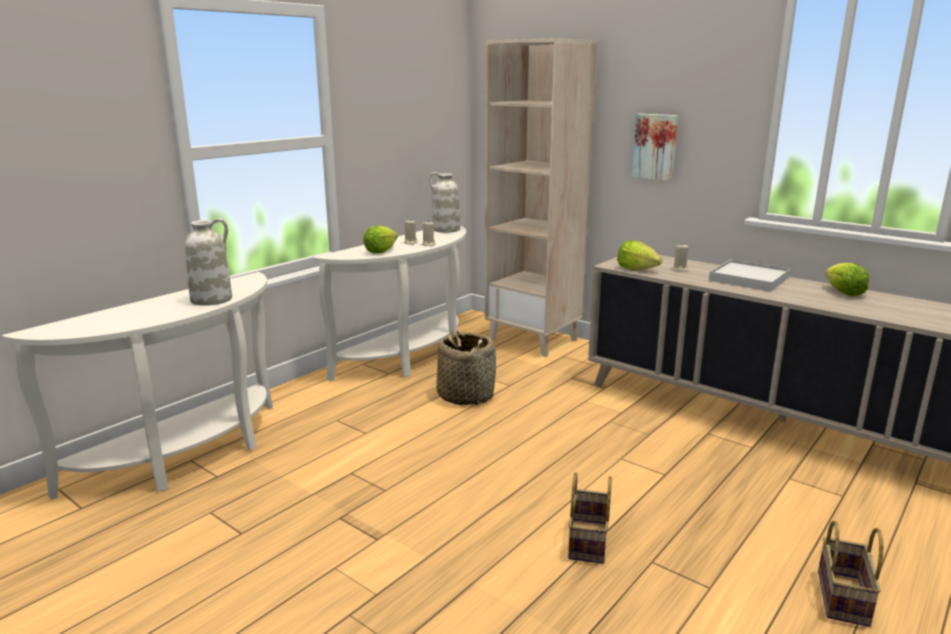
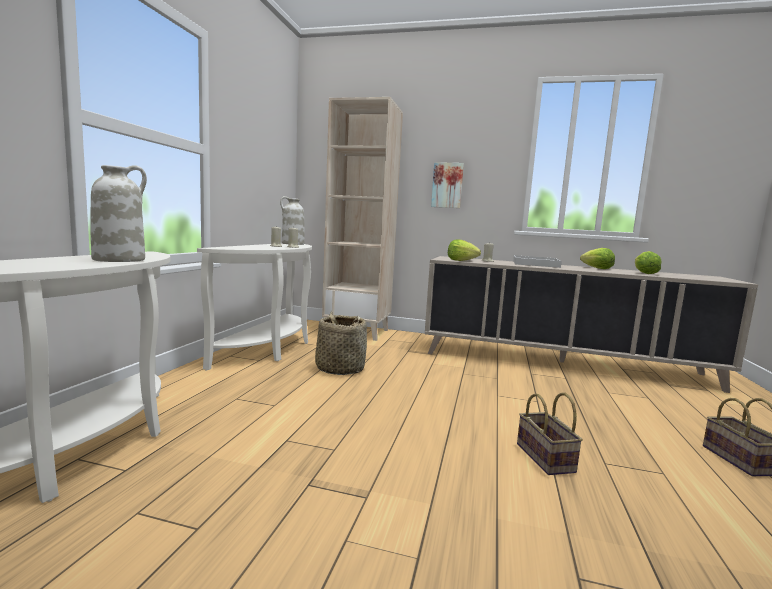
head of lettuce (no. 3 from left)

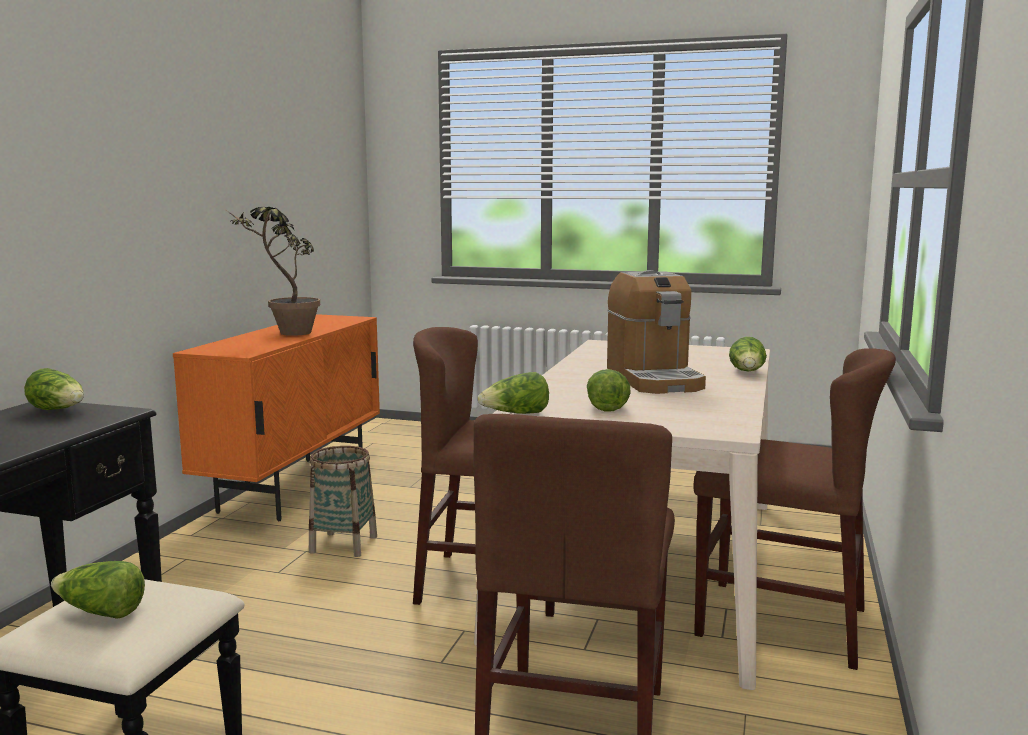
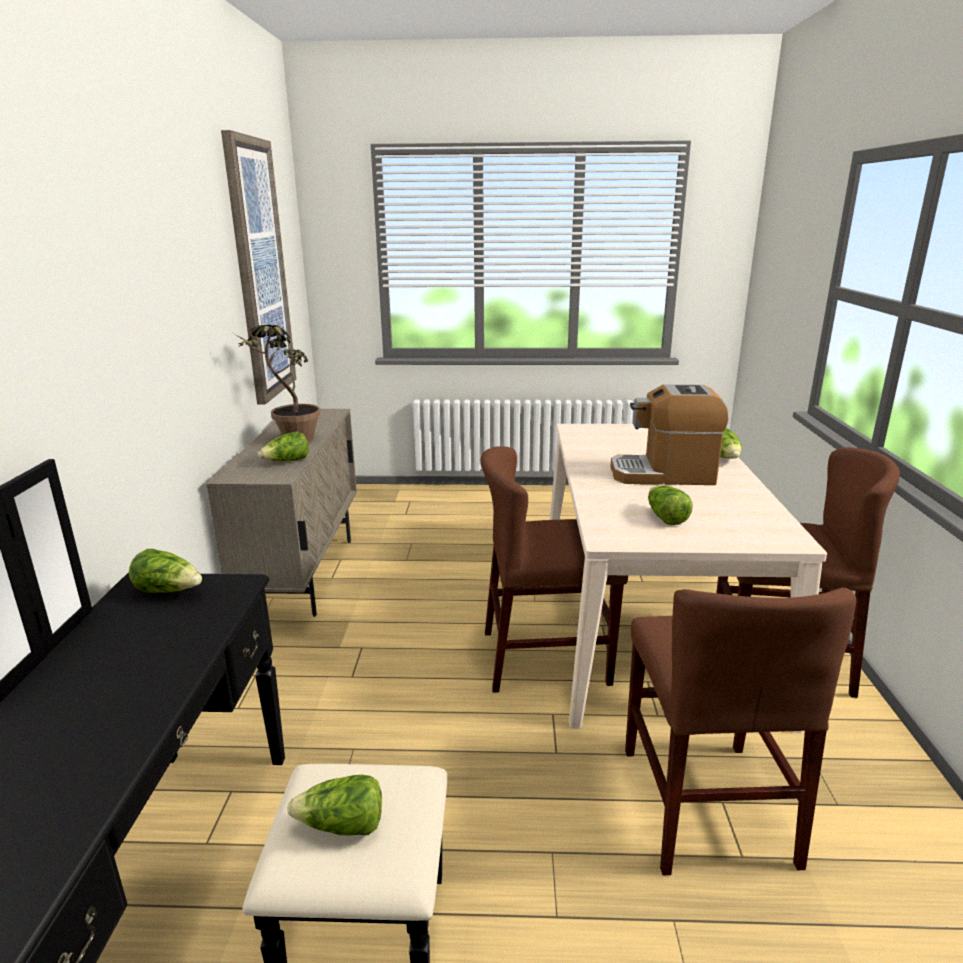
coffee machine; cabinet (sand-coloured); head of lettuce (no. 2 from left); basket; wall art

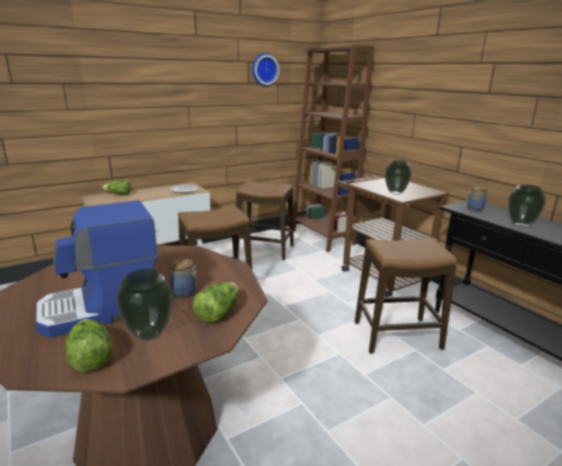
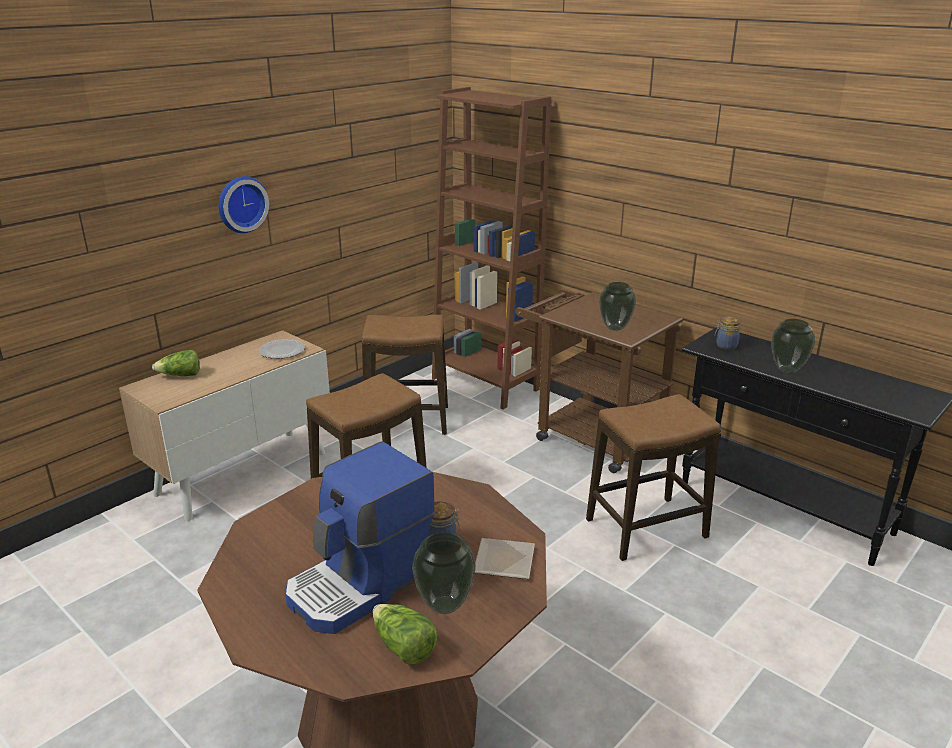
wall clock; dinner plate (no. 2 from left)

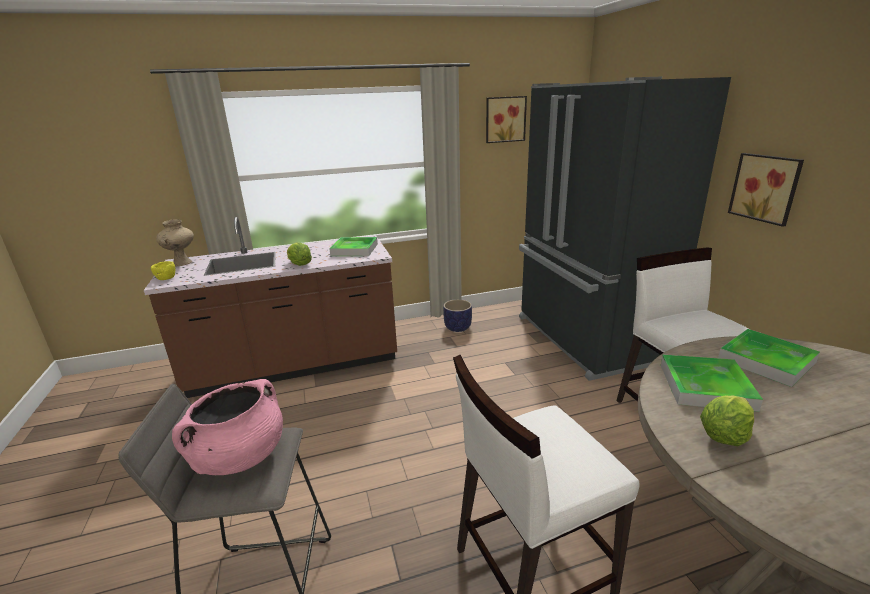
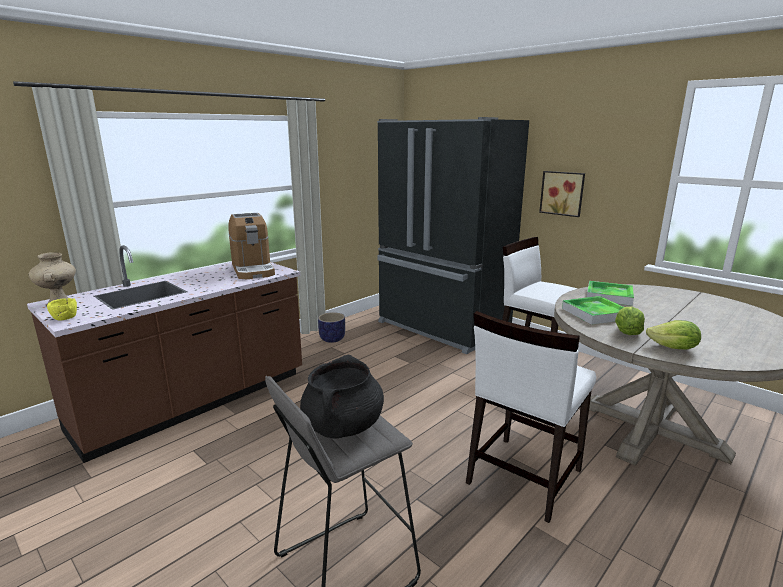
wall art (no. 1 from left in the first image); coffee machine; head of lettuce (no. 2 from left); saucepot (black)

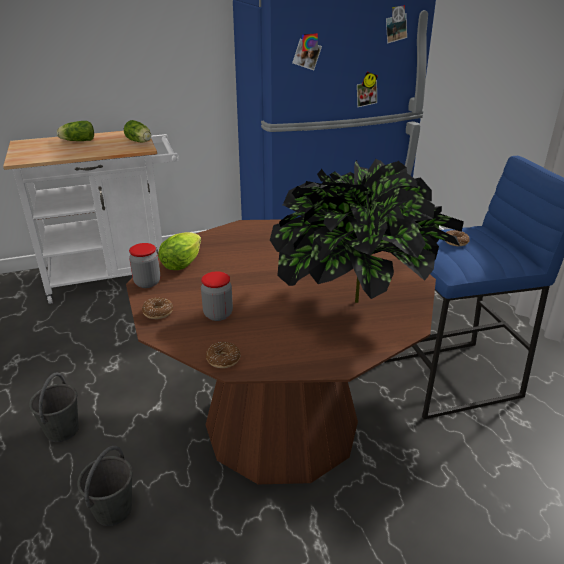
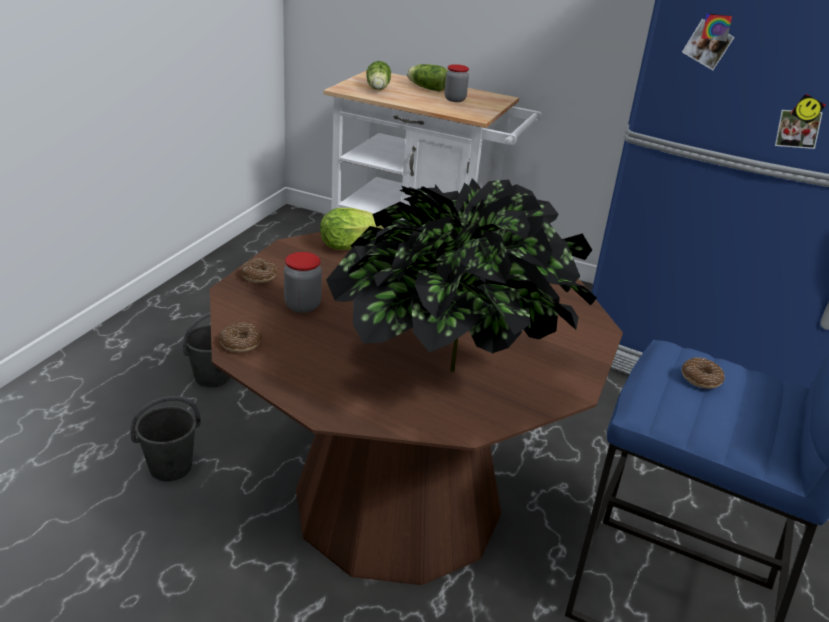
head of lettuce (no. 2 from left); storage jar (no. 2 from left)

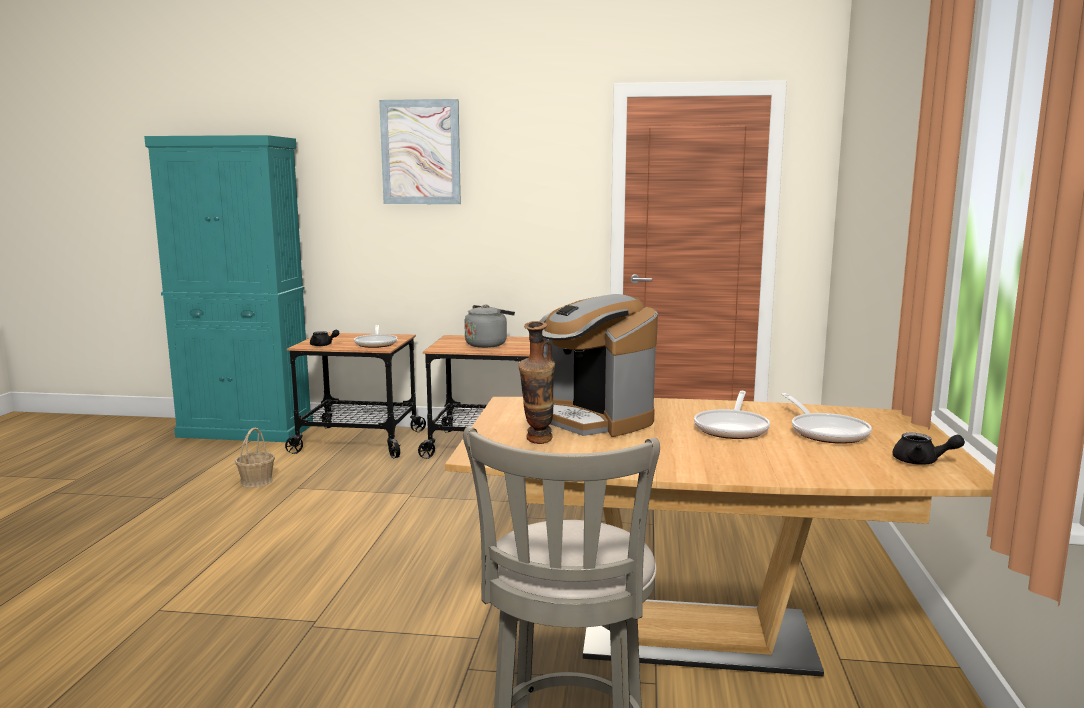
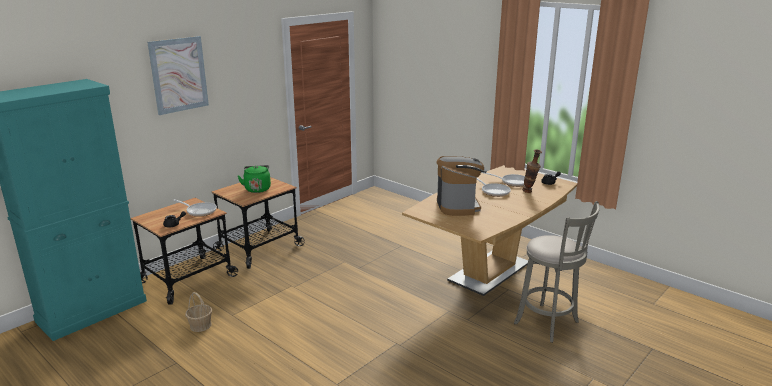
coffee machine; water kettle (green); vase

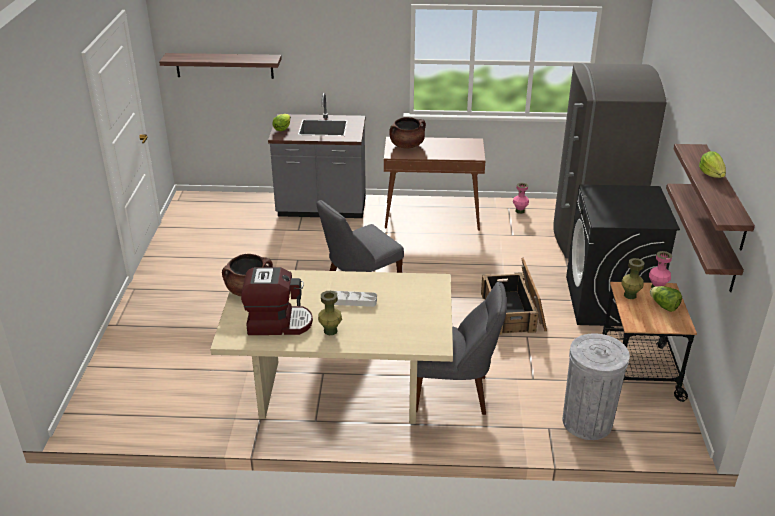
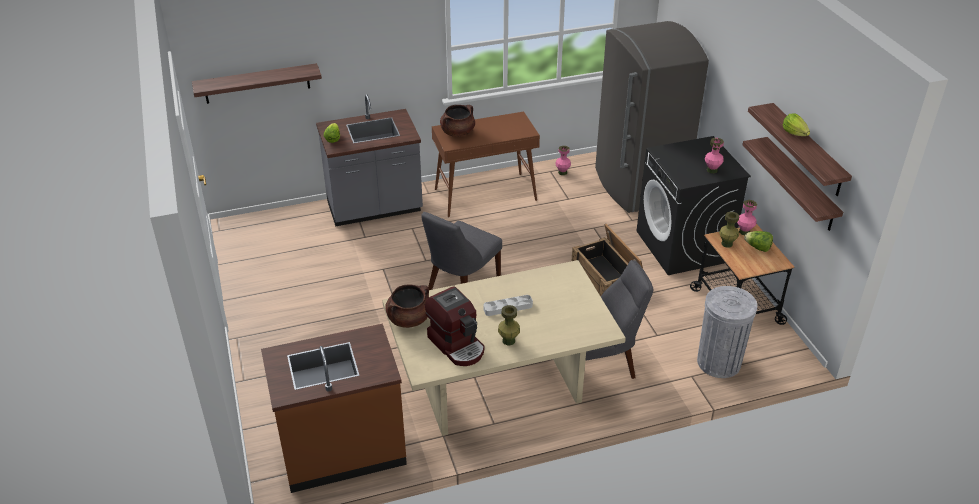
coffee machine; vase (pink-coloured) (no. 2 from left); kitchen counter (brownish)

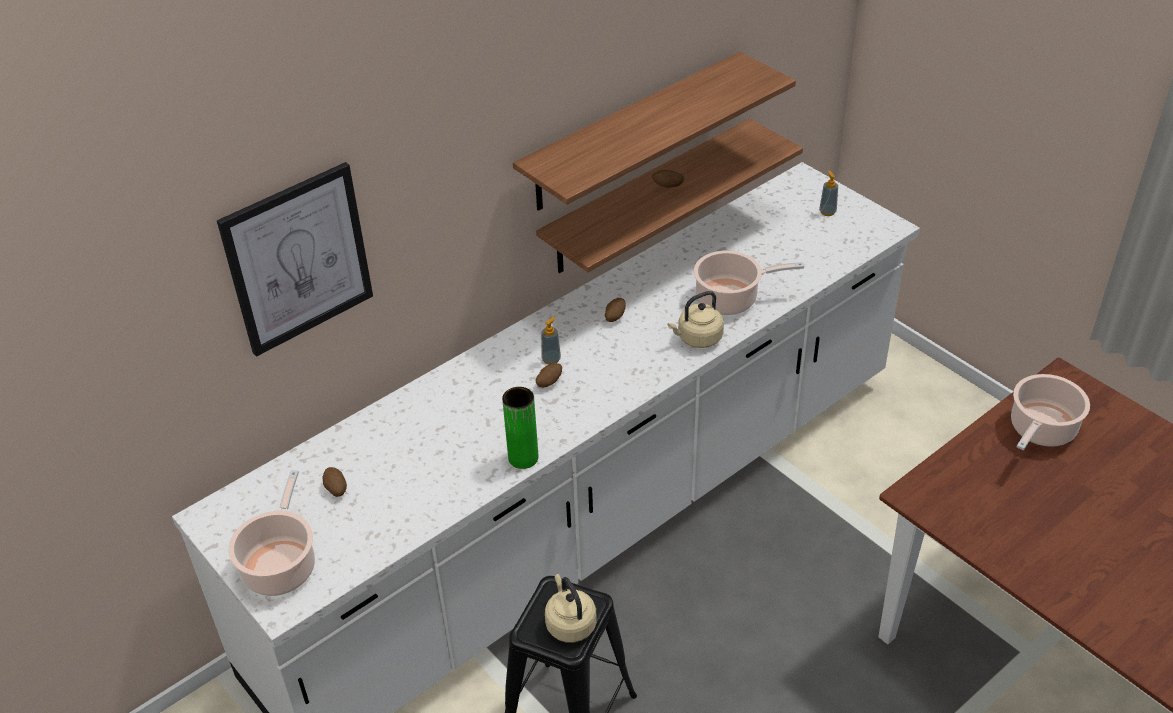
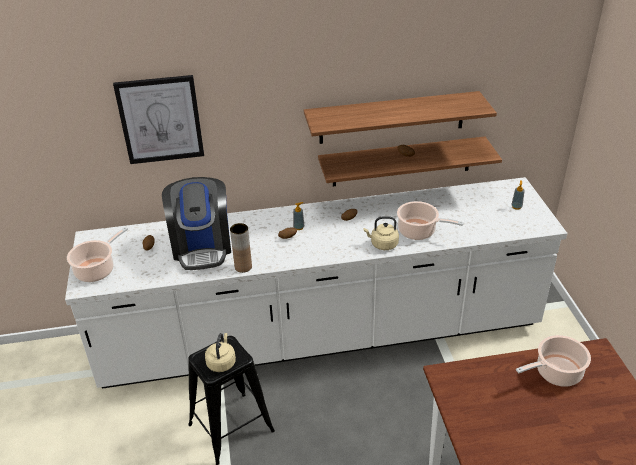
vase (brownish); coffee machine

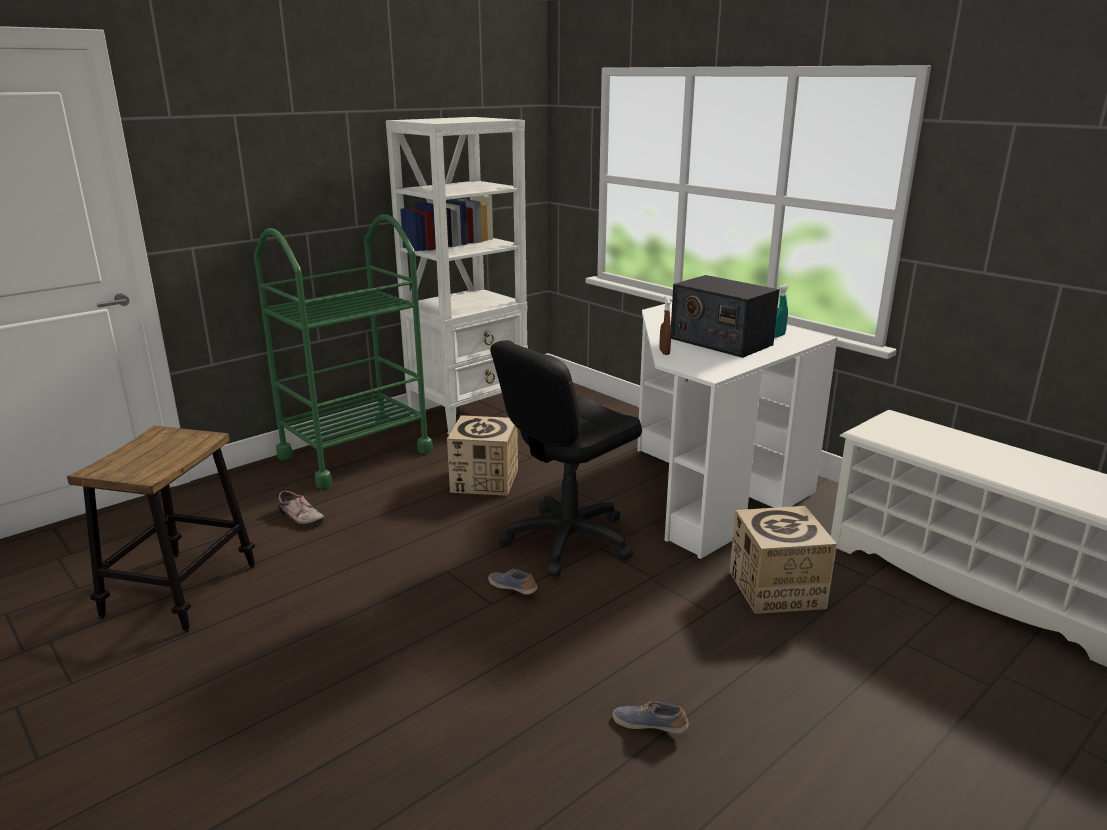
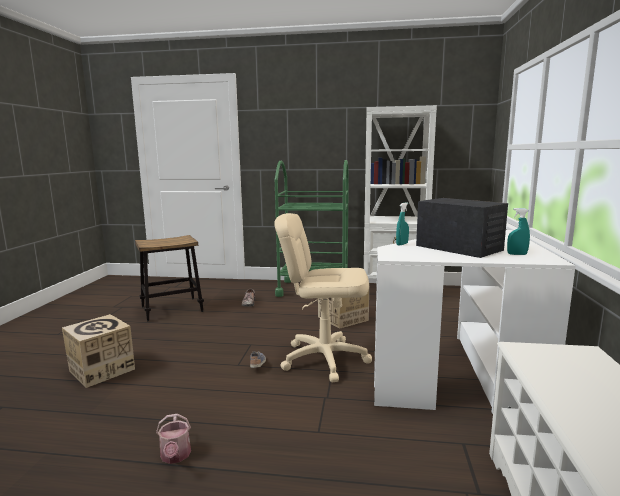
radio set; spray bottle (turquoise-coloured) (no. 1 from left); desk chair (sand-coloured); packing box (no. 1 from left); watering pot

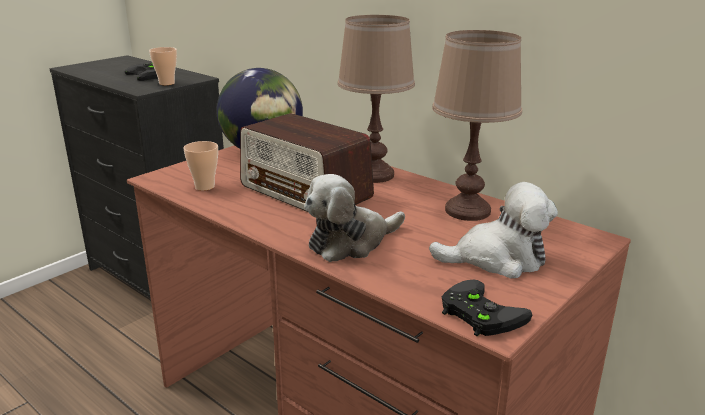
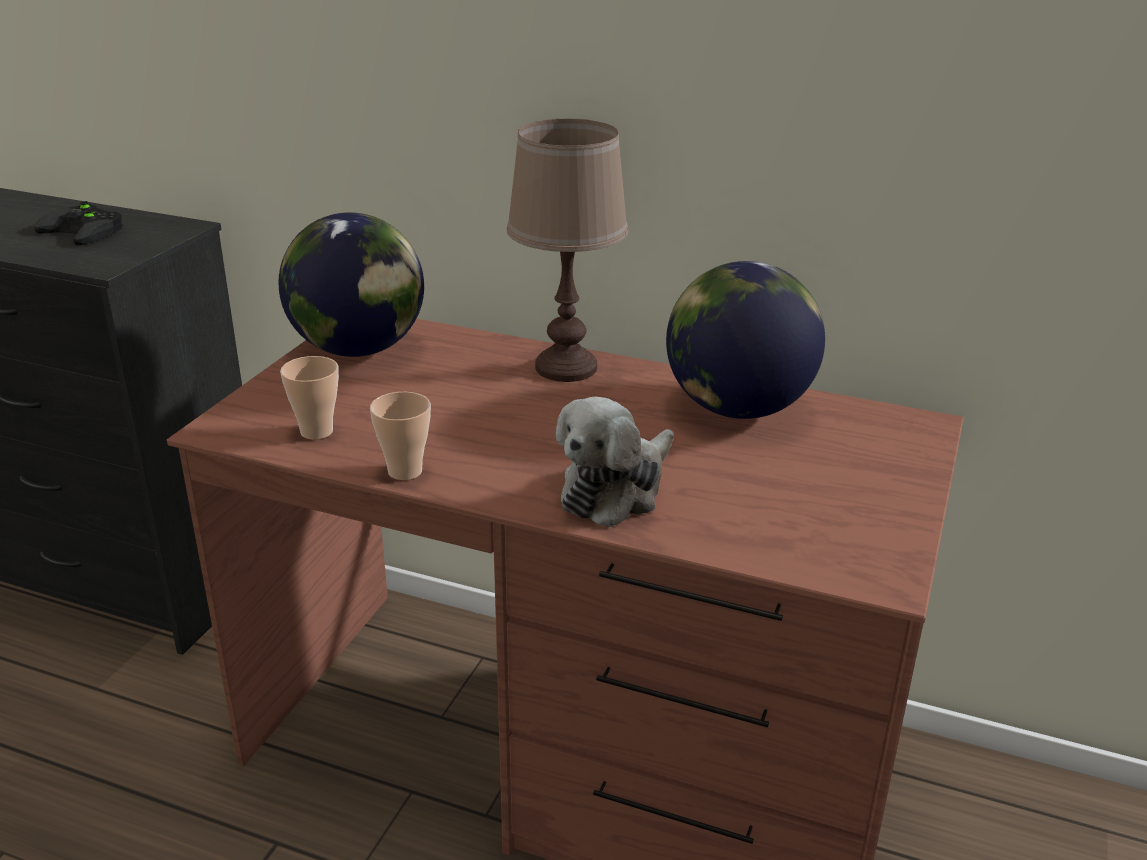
desk globe (no. 2 from left); drinking cup (no. 2 from left); radio set; cuddly toy (no. 2 from left in the first image); game controller (black) (no. 2 from left in the first image)

